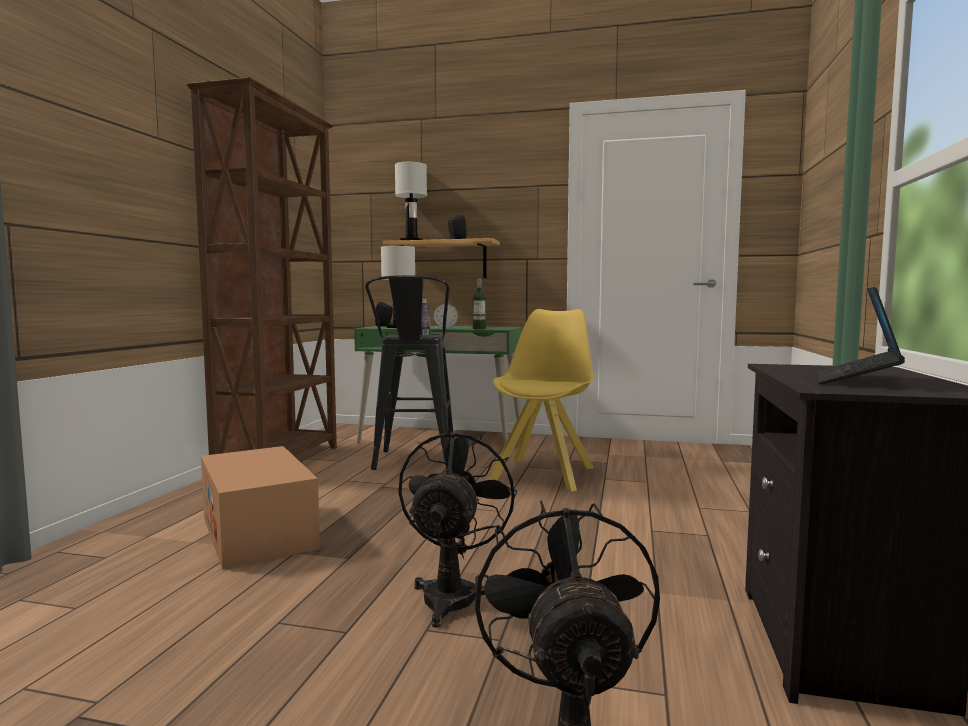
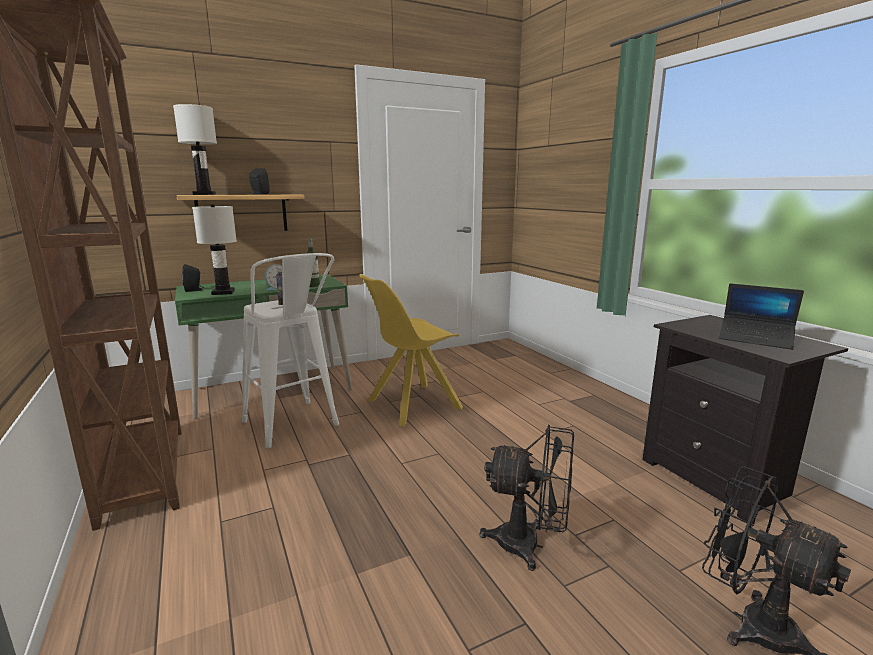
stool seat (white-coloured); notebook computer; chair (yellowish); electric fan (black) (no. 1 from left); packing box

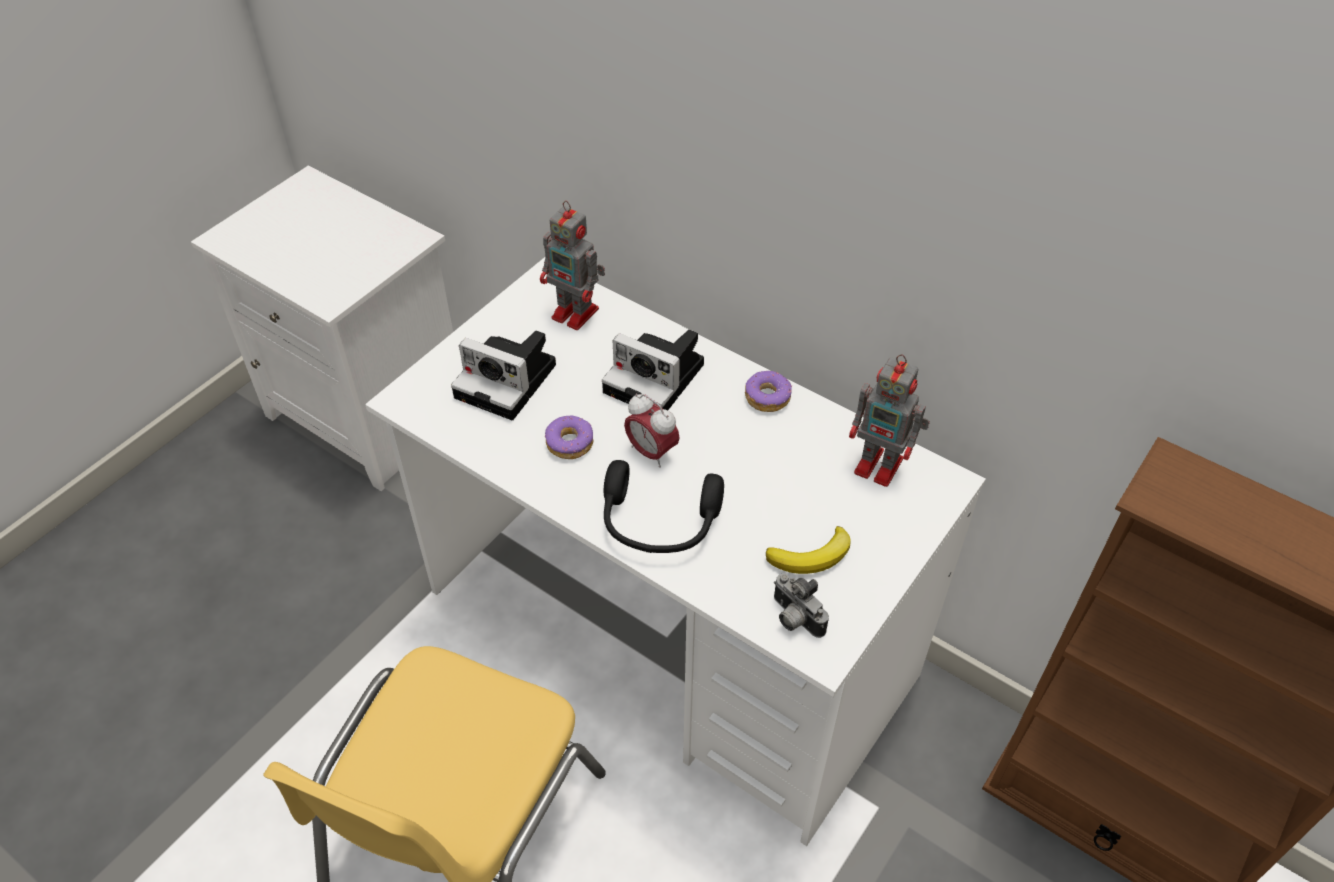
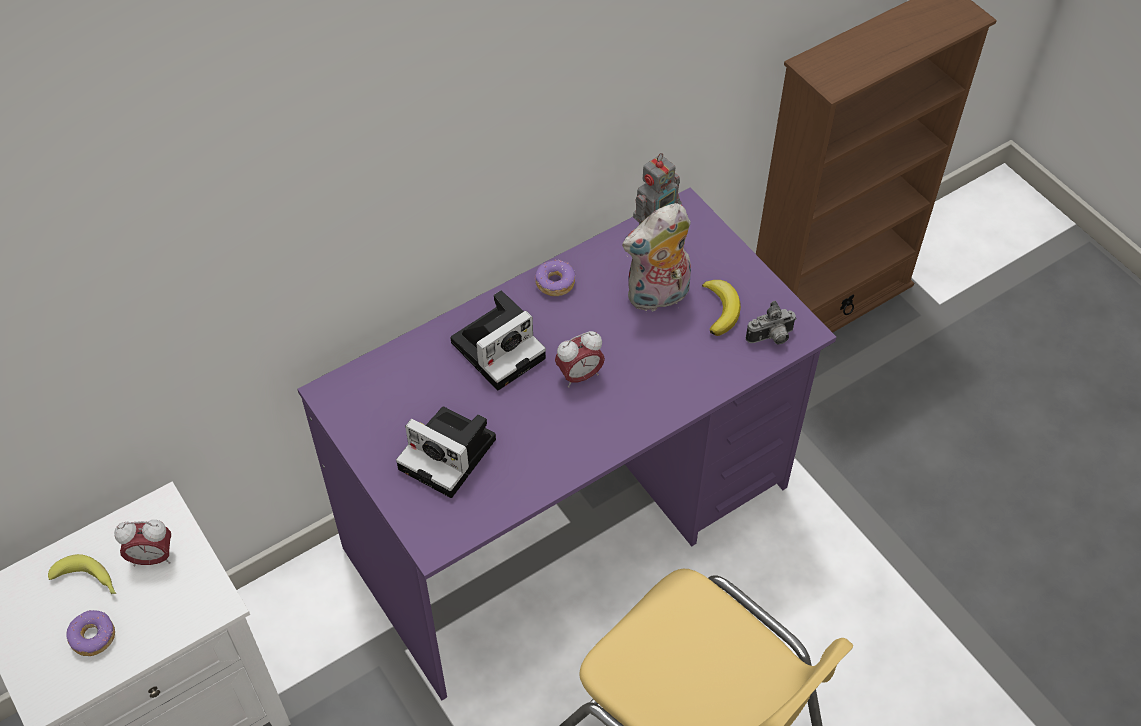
toy robot (no. 1 from left in the first image); desk (purple); still camera (no. 1 from left); ring doughnut (no. 1 from left); headphones (black); cuddly toy; bedside clock (no. 1 from left); banana (no. 1 from left)

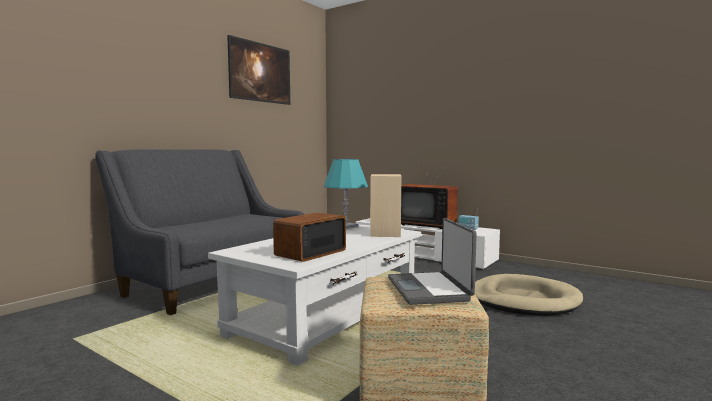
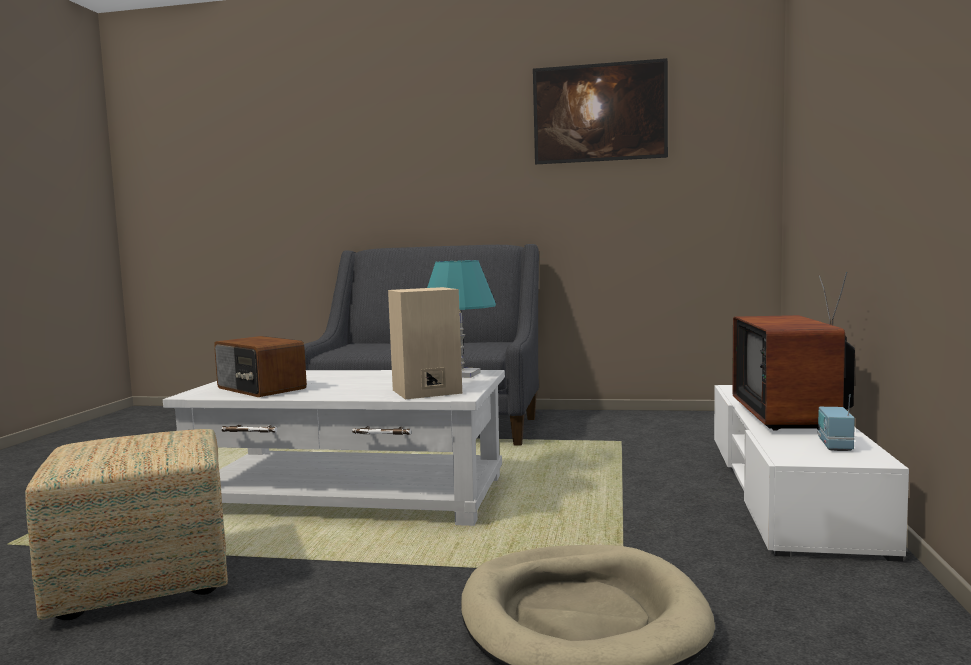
radio set (no. 1 from left); notebook computer

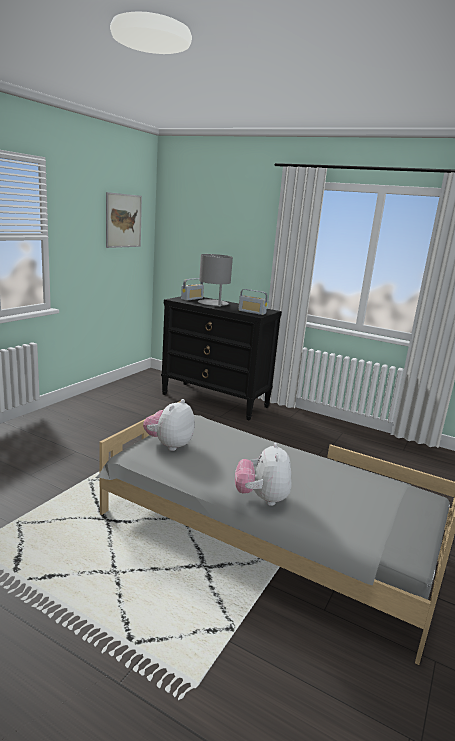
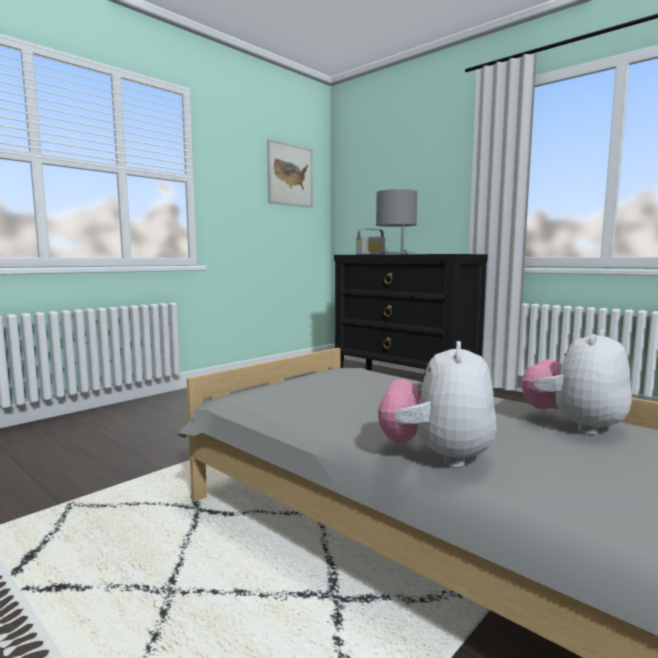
radio set (no. 2 from left in the first image); cuddly toy (no. 2 from left)

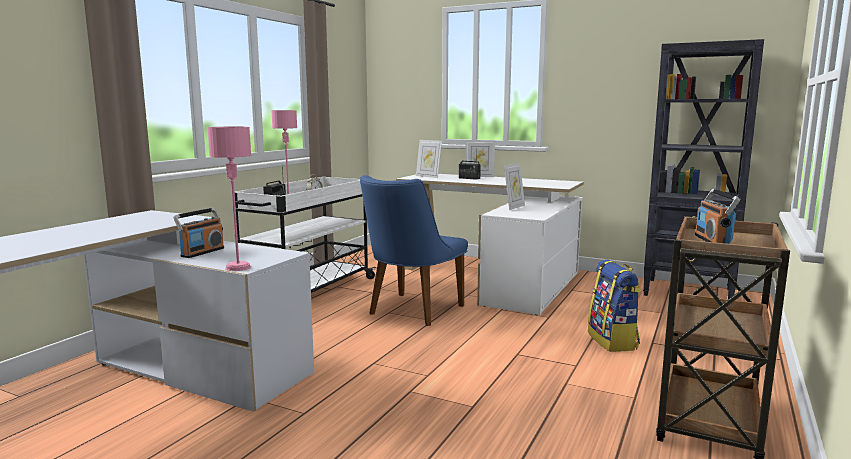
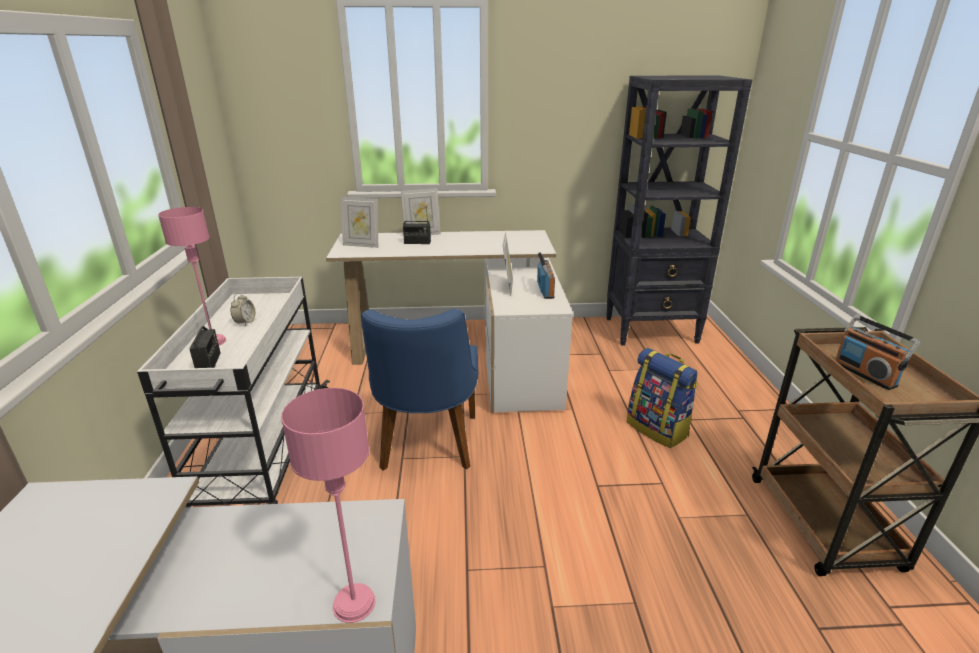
radio set (no. 3 from left)

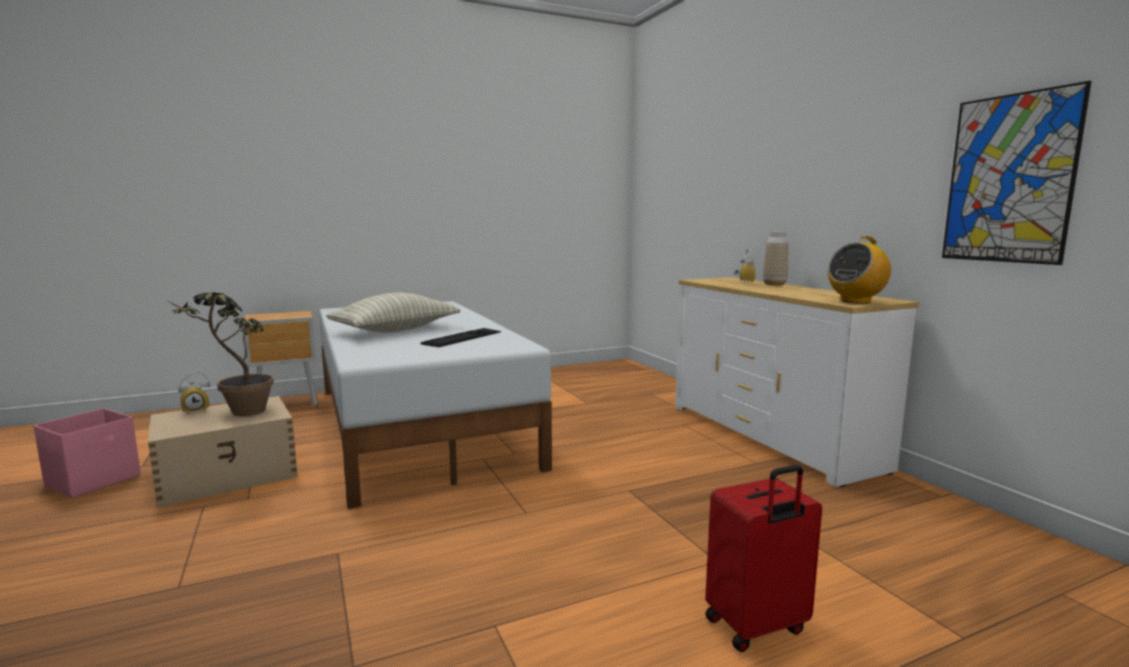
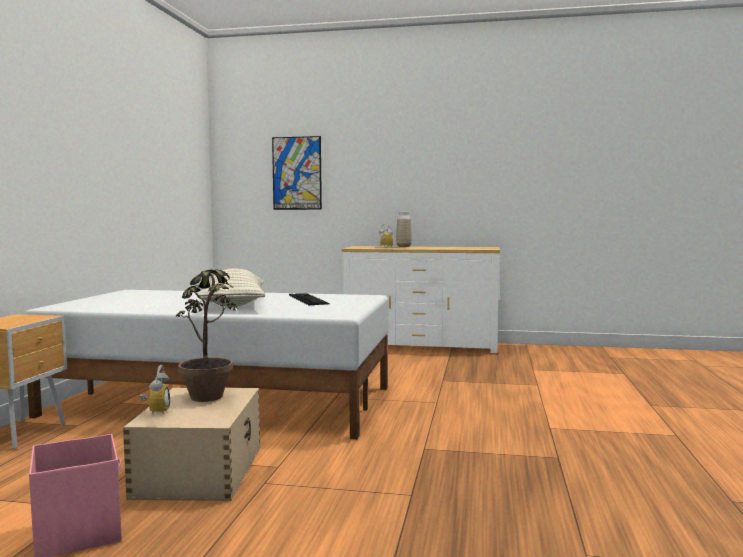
wall art; radio set; piece of luggage (red)

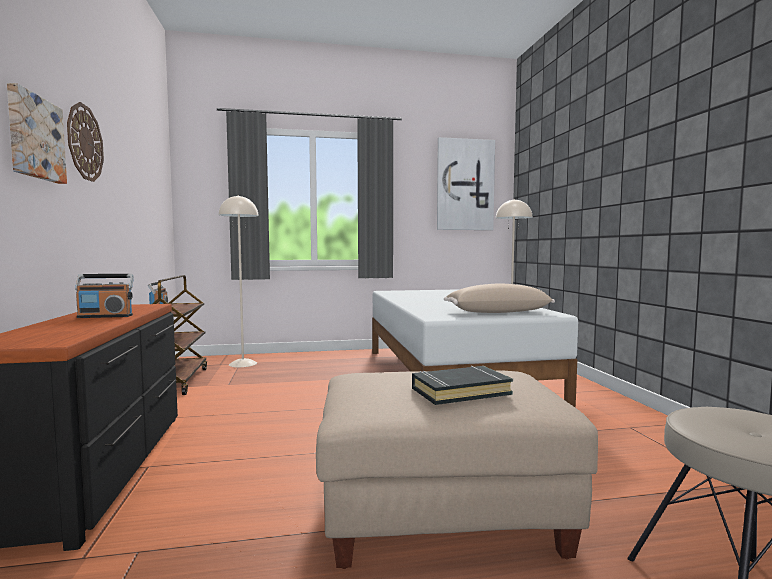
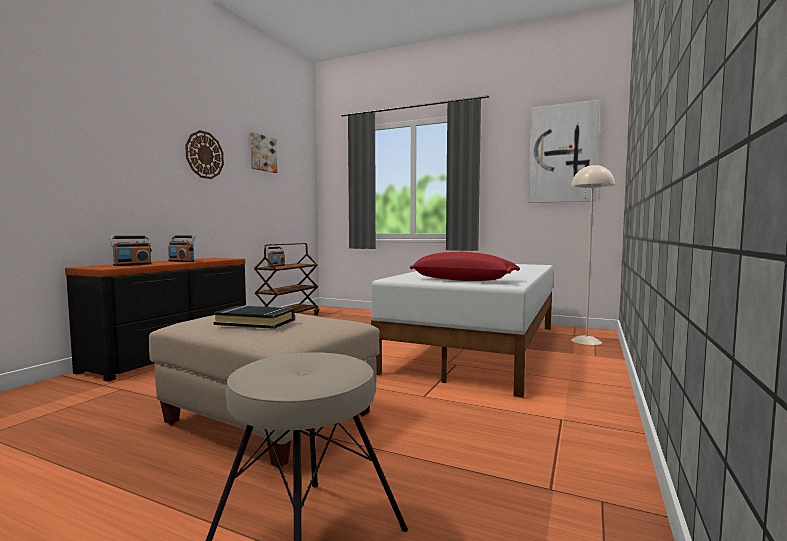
wall art (no. 1 from left); standard lamp (sand-coloured) (no. 1 from left in the first image); throw pillow (red); radio set (no. 1 from left)

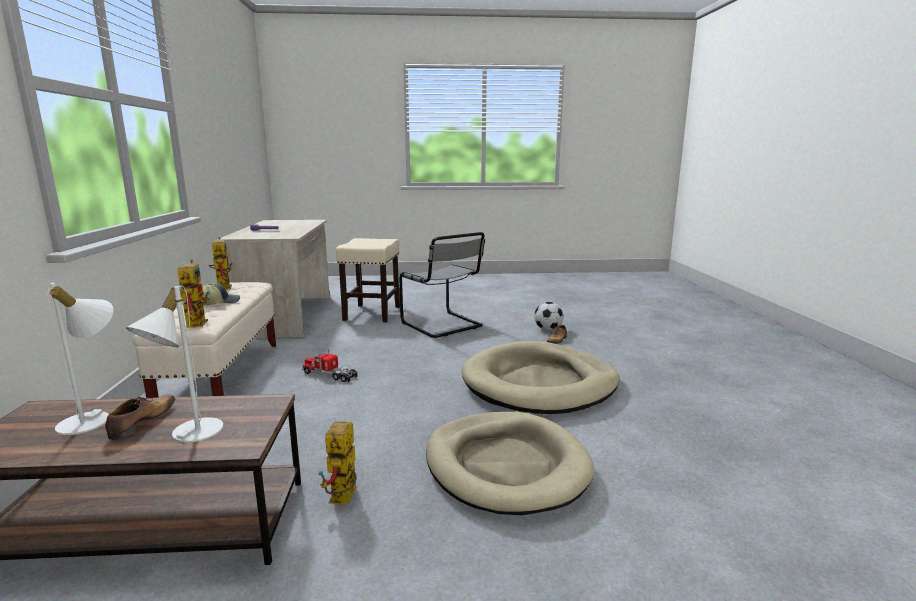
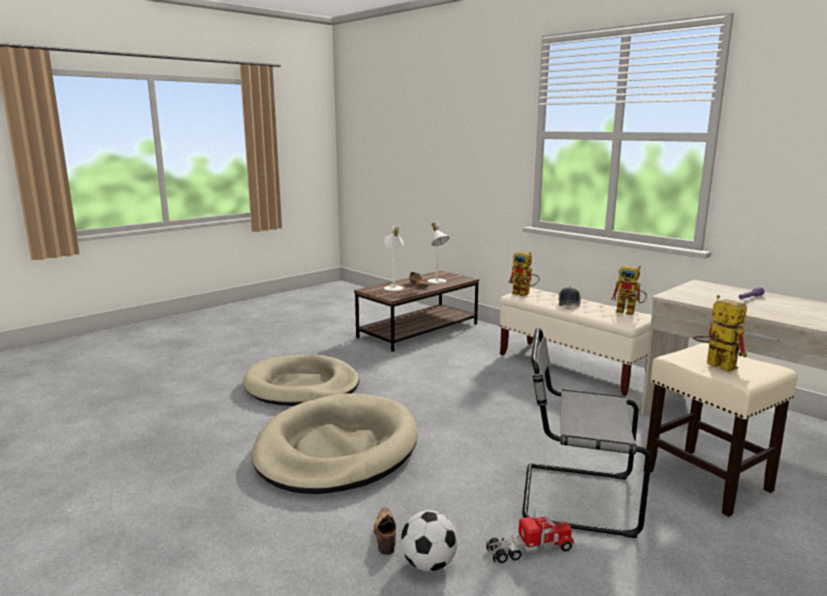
toy truck; toy robot (no. 3 from left)

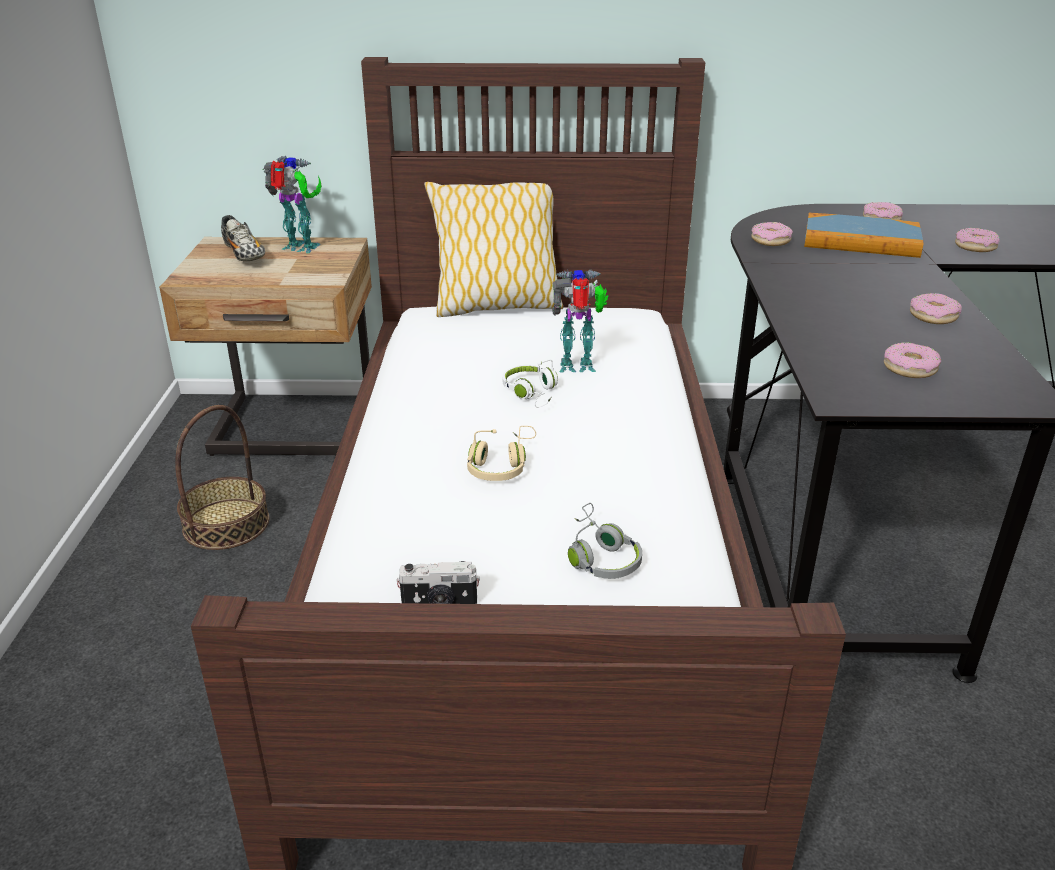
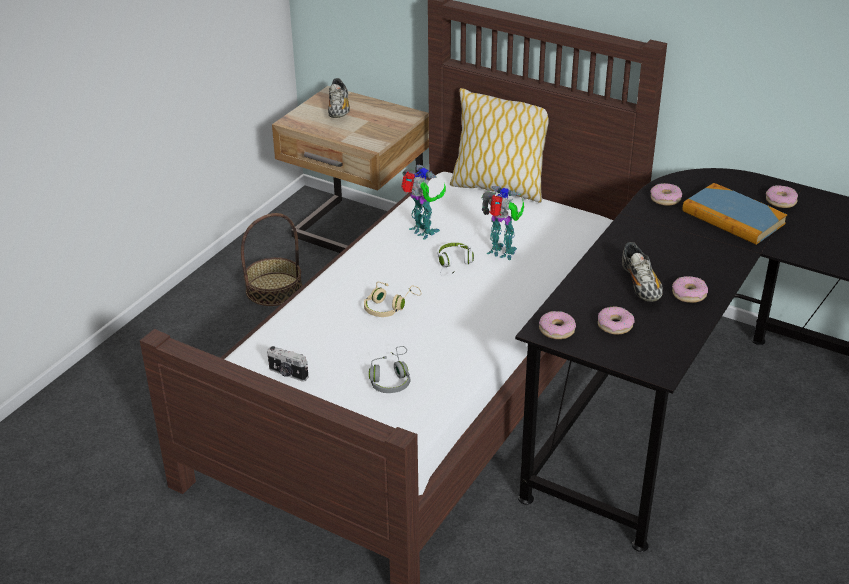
toy robot (no. 1 from left); ring doughnut (no. 1 from left); low shoe (no. 2 from left)

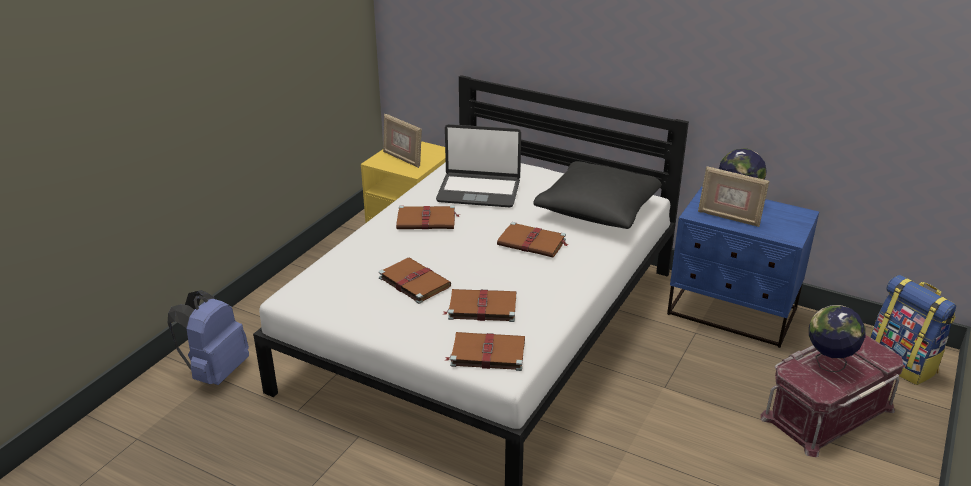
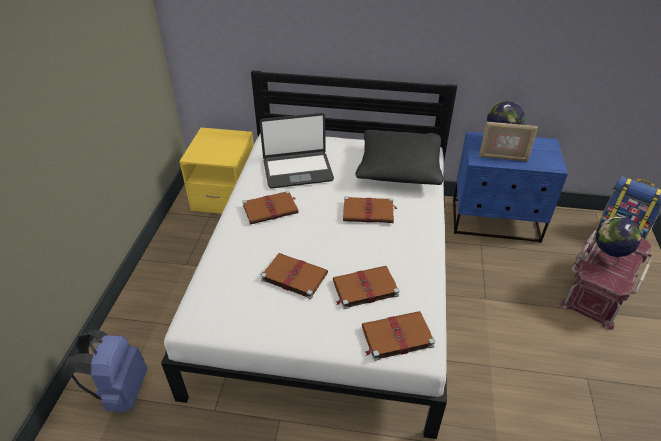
standing frame (no. 1 from left in the first image)

